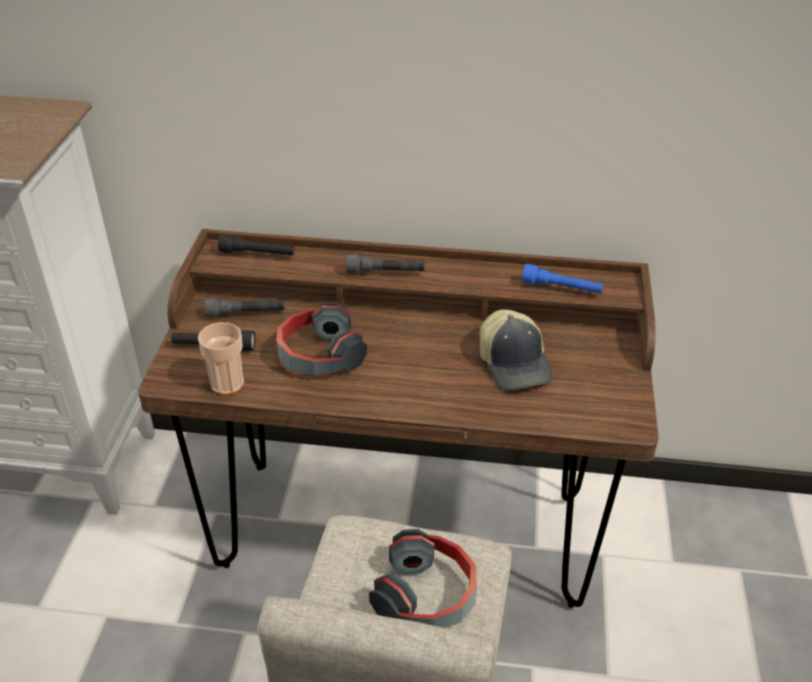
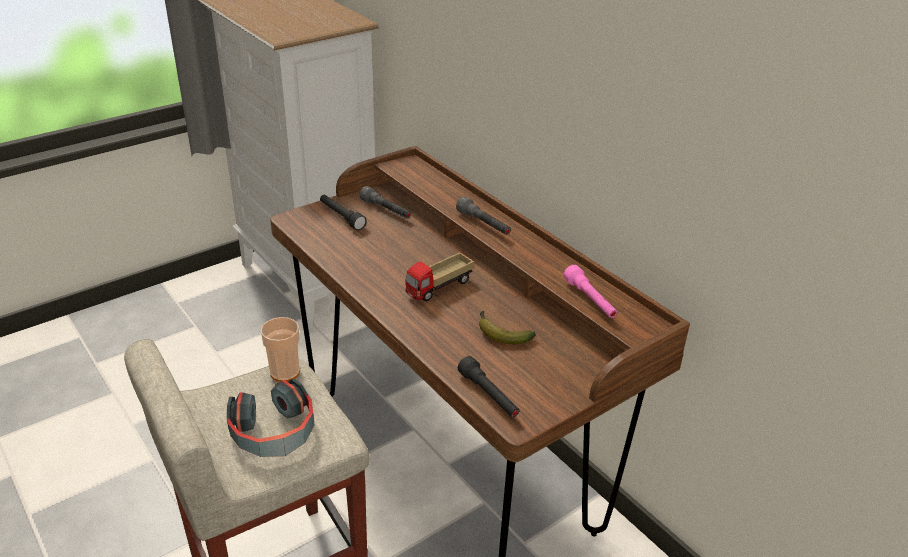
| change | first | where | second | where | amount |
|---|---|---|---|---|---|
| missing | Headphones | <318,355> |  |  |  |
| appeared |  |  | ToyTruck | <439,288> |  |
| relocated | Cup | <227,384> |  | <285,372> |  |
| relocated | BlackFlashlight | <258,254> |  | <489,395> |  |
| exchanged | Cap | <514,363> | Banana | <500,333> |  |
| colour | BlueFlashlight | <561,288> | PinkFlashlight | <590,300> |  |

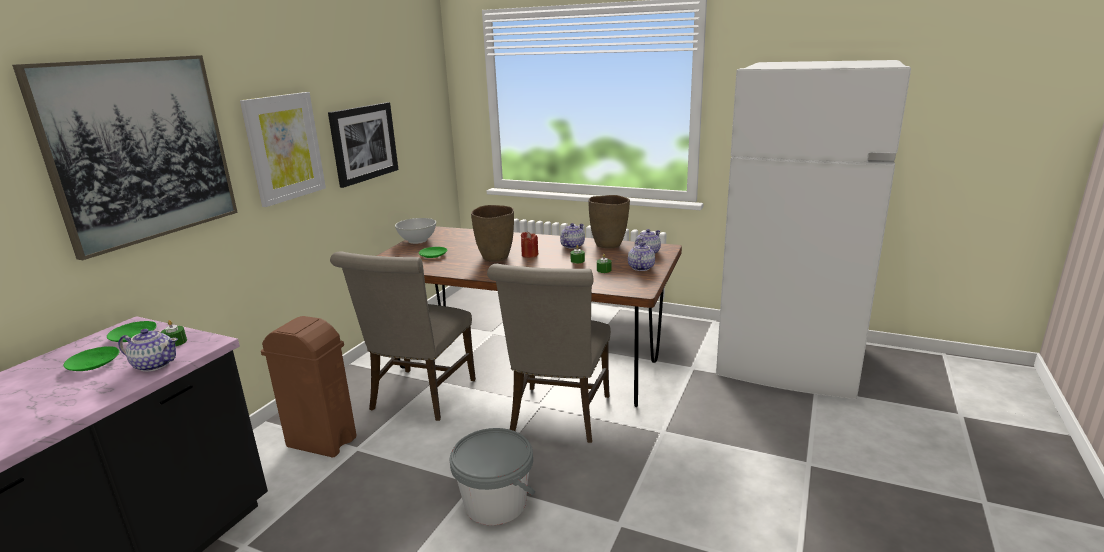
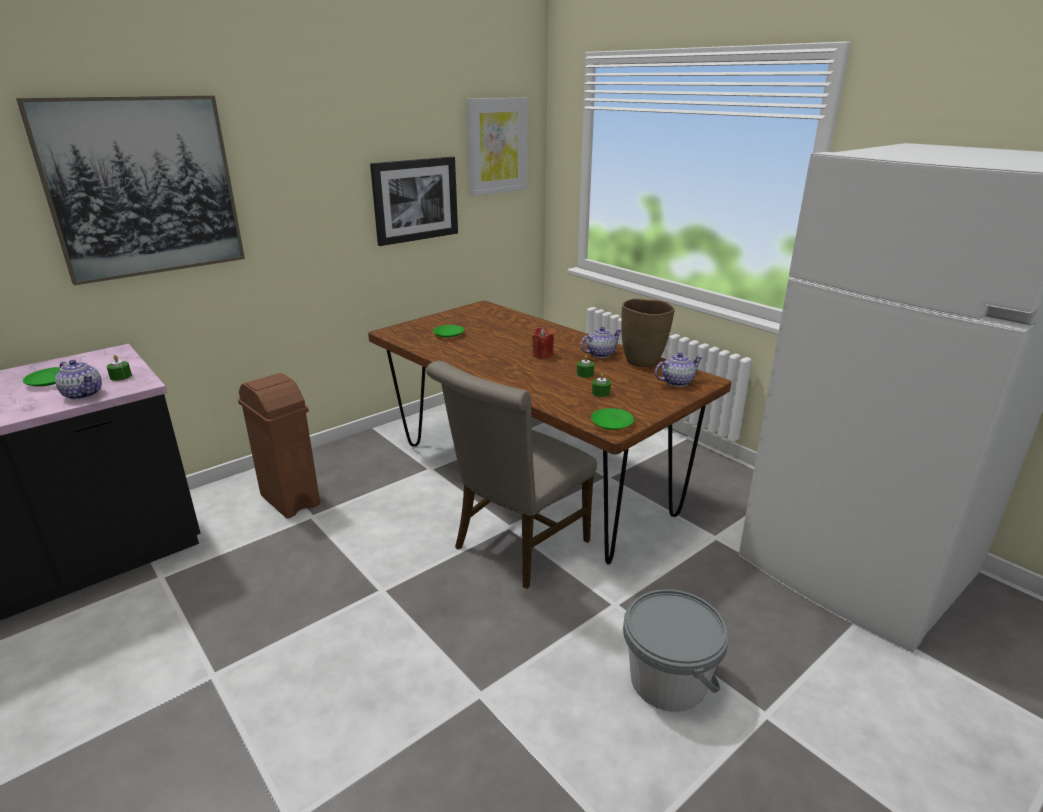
| change | first | where | second | where | amount |
|---|---|---|---|---|---|
| missing | BeigeChair | <420,397> |  |  |  |
| missing | WhiteBowl | <417,240> |  |  |  |
| missing | BrownVase | <496,258> |  |  |  |
| missing | Teapot | <640,268> |  |  |  |
| relocated | GreenPlate | <134,336> |  | <612,424> |  |
| relocated | Picture | <284,147> |  | <497,146> |  |
| relocated | GreyBucket | <495,503> |  | <668,680> |  |

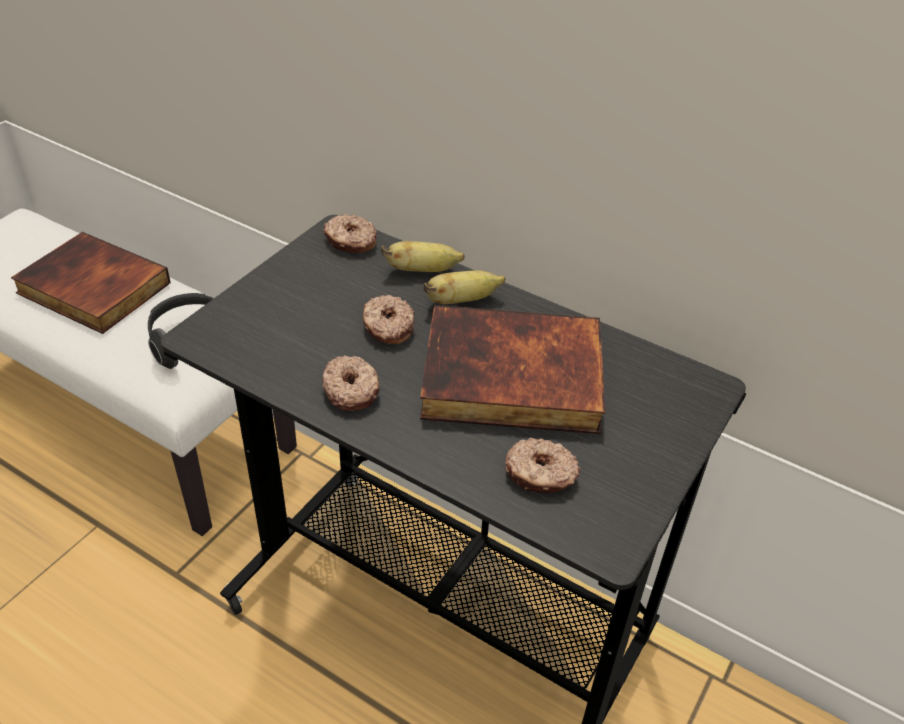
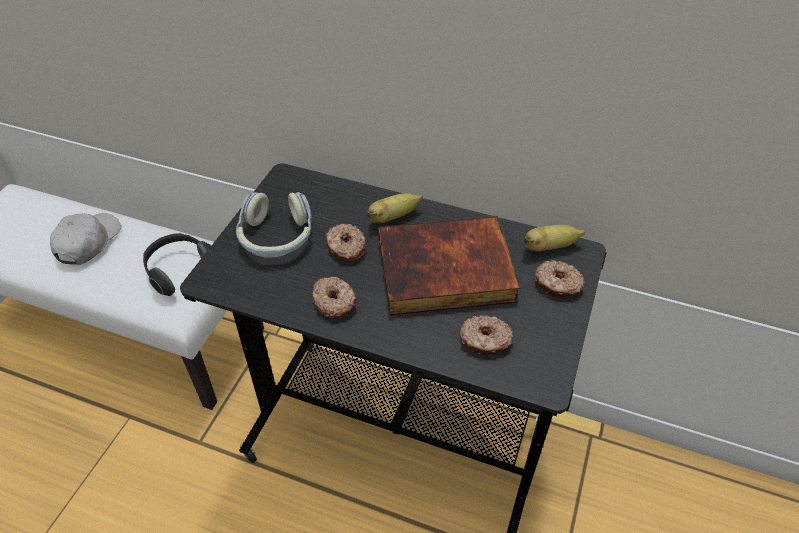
| change | first | where | second | where | amount |
|---|---|---|---|---|---|
| appeared |  |  | Headphones | <276,237> |  |
| relocated | Donut | <350,241> |  | <557,284> |  |
| relocated | Banana | <423,270> |  | <549,247> |  |
| exchanged | Book | <91,289> | WhiteCap | <88,242> |  |

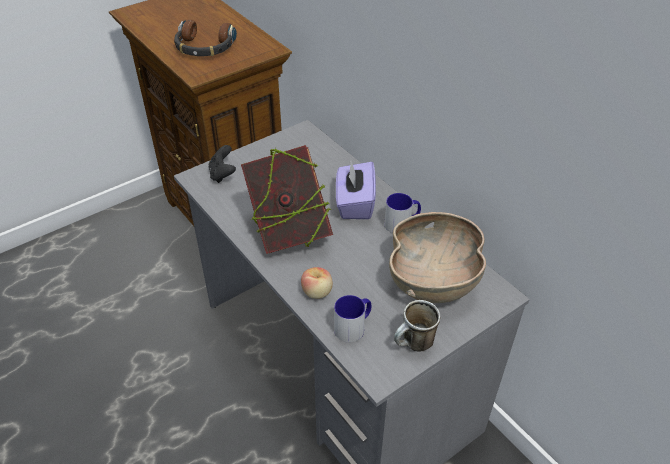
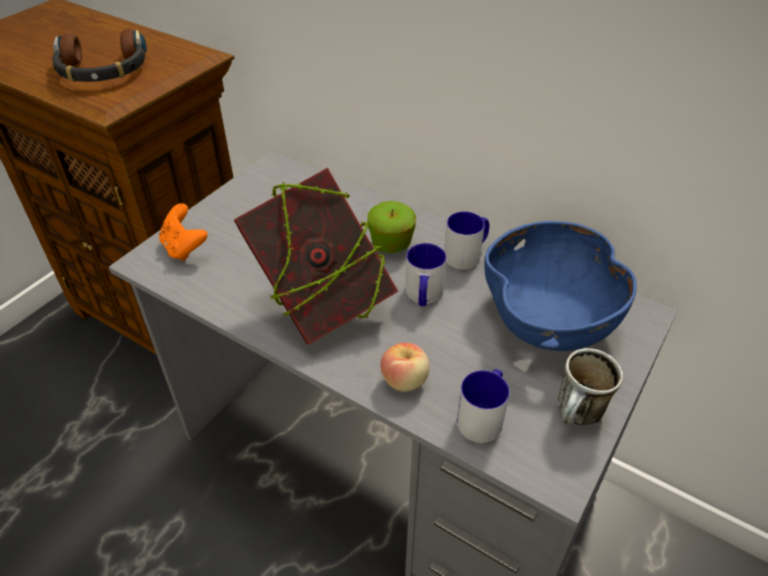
| change | first | where | second | where | amount |
|---|---|---|---|---|---|
| appeared |  |  | Mug | <423,296> |  |
| exchanged | PurpleTissueBox | <354,204> | Apple | <391,244> |  |
| colour | BlackGameController | <222,174> | OrangeGameController | <184,248> |  |
| colour | BrownBowl | <433,280> | BlueBowl | <549,317> |  |

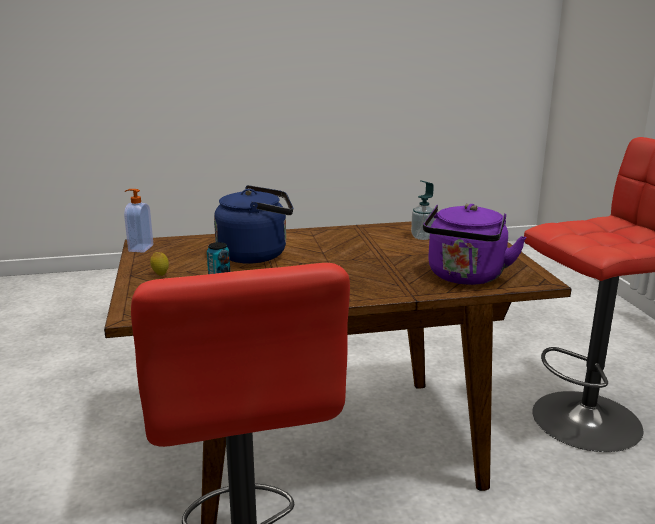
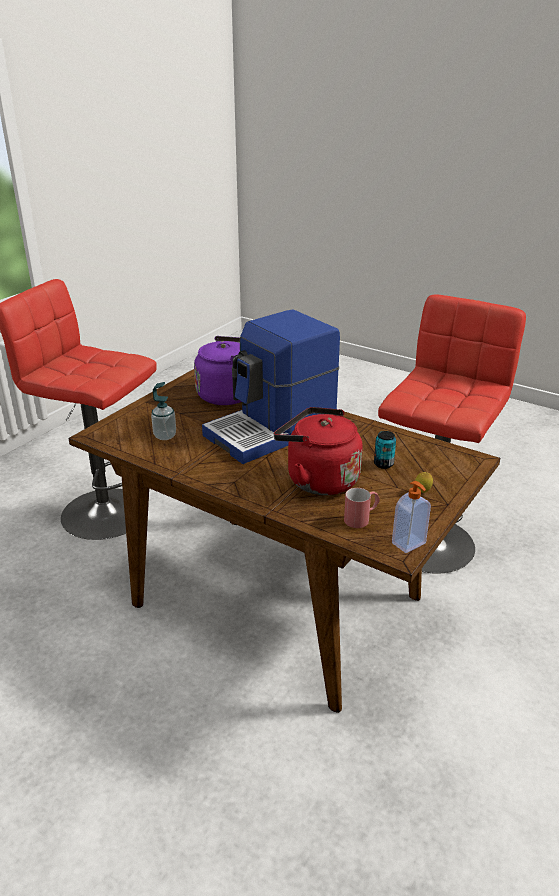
| change | first | where | second | where | amount |
|---|---|---|---|---|---|
| appeared |  |  | CoffeeMachine | <272,431> |  |
| appeared |  |  | RedMug | <361,518> |  |
| colour | BlueKettle | <257,254> | RedKettle | <318,479> |  |

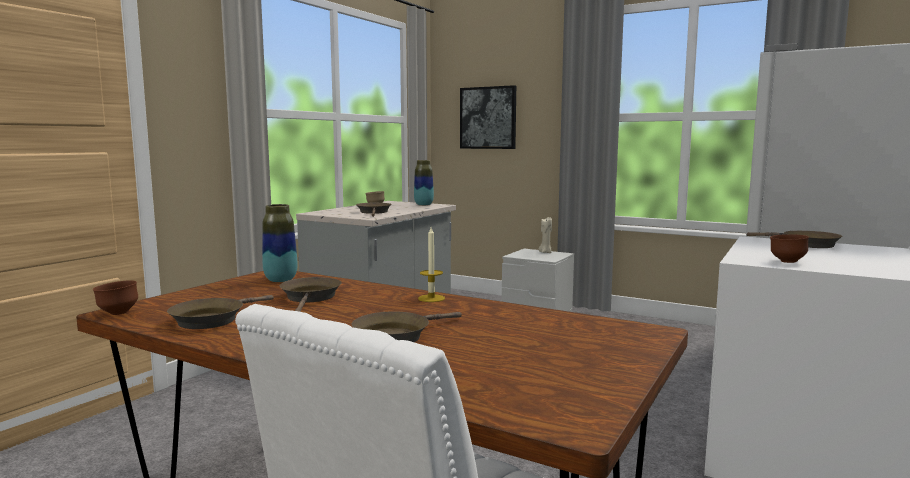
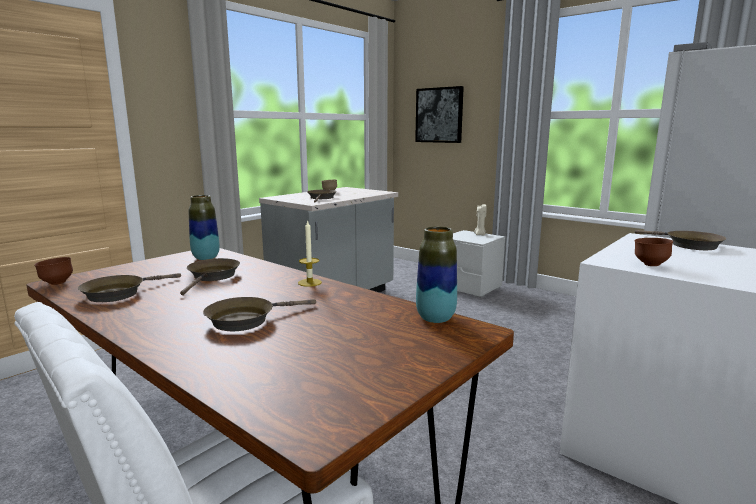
| change | first | where | second | where | amount |
|---|---|---|---|---|---|
| relocated | Vase | <423,205> |  | <435,318> |  |

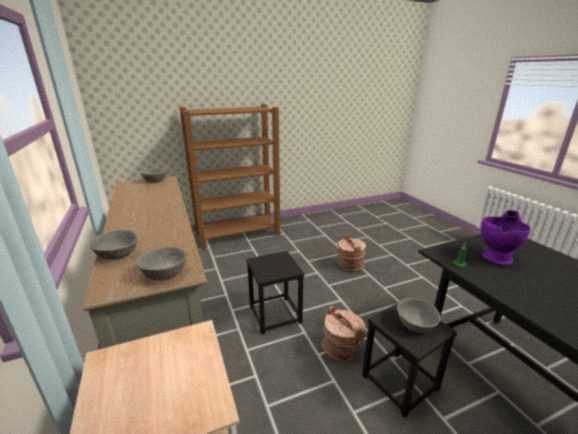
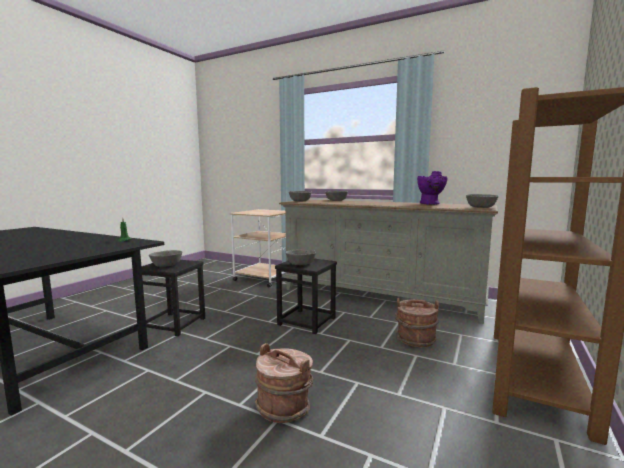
| change | first | where | second | where | amount |
|---|---|---|---|---|---|
| appeared |  |  | GreyBowl | <300,264> |  |
| relocated | BrownBucket | <341,349> |  | <415,340> |  |
| relocated | PurpleVase | <496,256> |  | <431,204> |  |

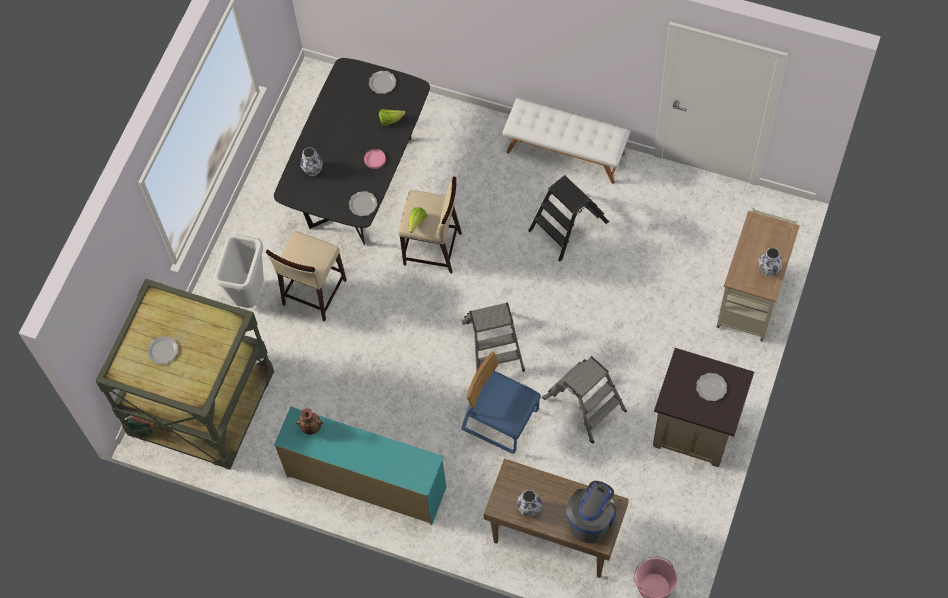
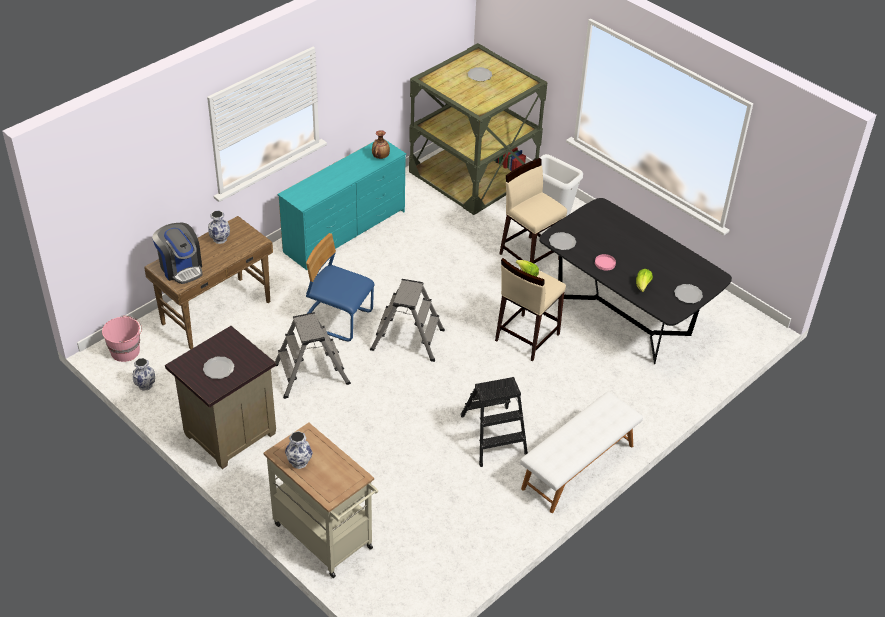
| change | first | where | second | where | amount |
|---|---|---|---|---|---|
| relocated | Vase | <313,170> |  | <145,385> |  |
| spun | BlueChair | <500,420> |  | <337,319> | 120 degrees counterclockwise |

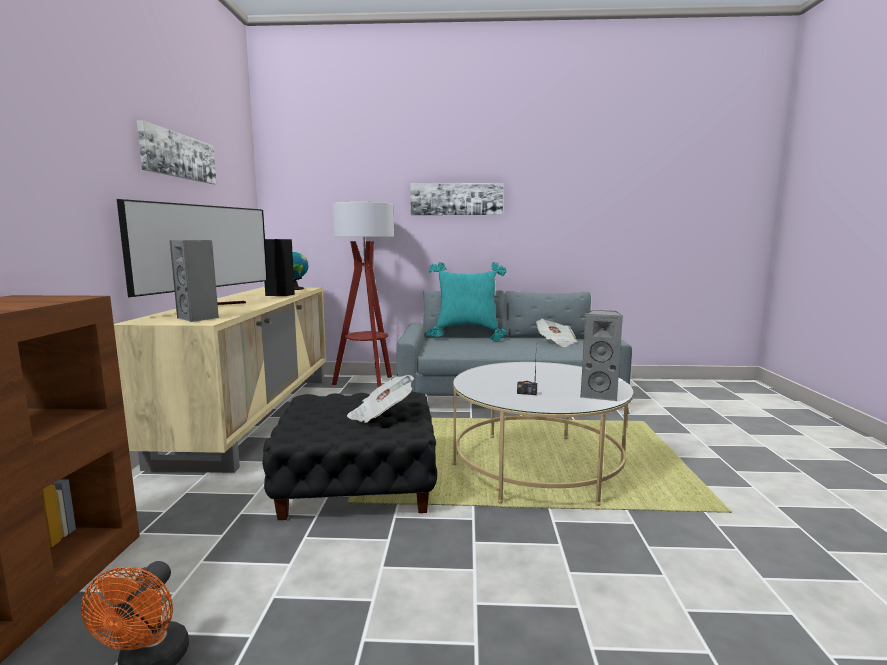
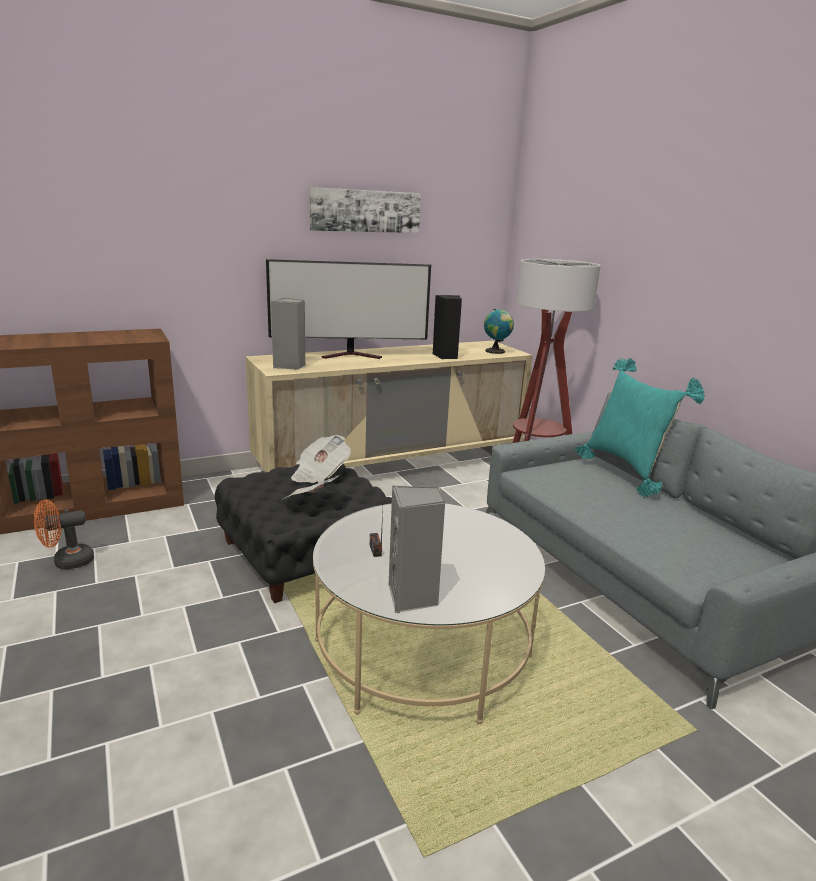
| change | first | where | second | where | amount |
|---|---|---|---|---|---|
| missing | Picture | <456,199> |  |  |  |
| relocated | Newspaper | <556,342> |  | <319,474> |  |

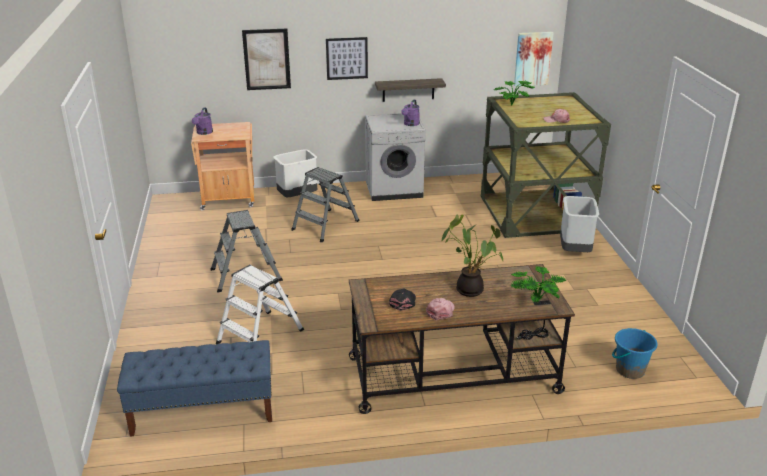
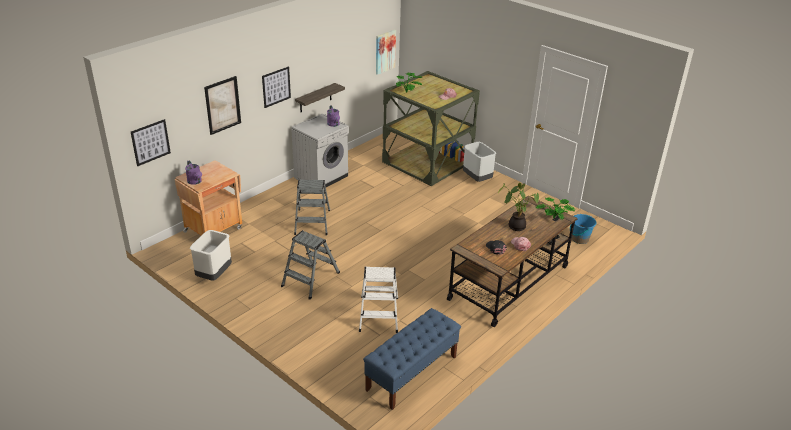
| change | first | where | second | where | amount |
|---|---|---|---|---|---|
| appeared |  |  | Picture | <150,142> |  |
| relocated | WhiteTrashCan | <297,197> |  | <214,274> |  |

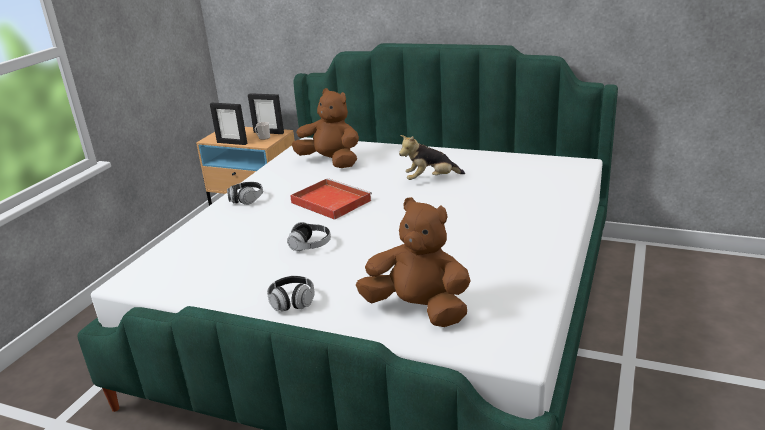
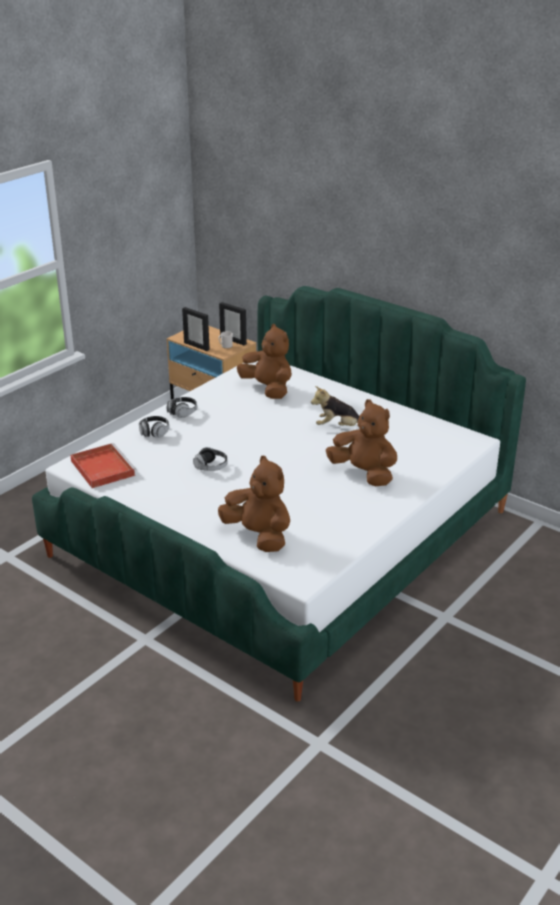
| change | first | where | second | where | amount |
|---|---|---|---|---|---|
| appeared |  |  | BrownPlushToy | <364,473> |  |
| relocated | Headphones | <292,302> |  | <154,432> |  |
| relocated | RedTray | <329,201> |  | <102,467> |  |

